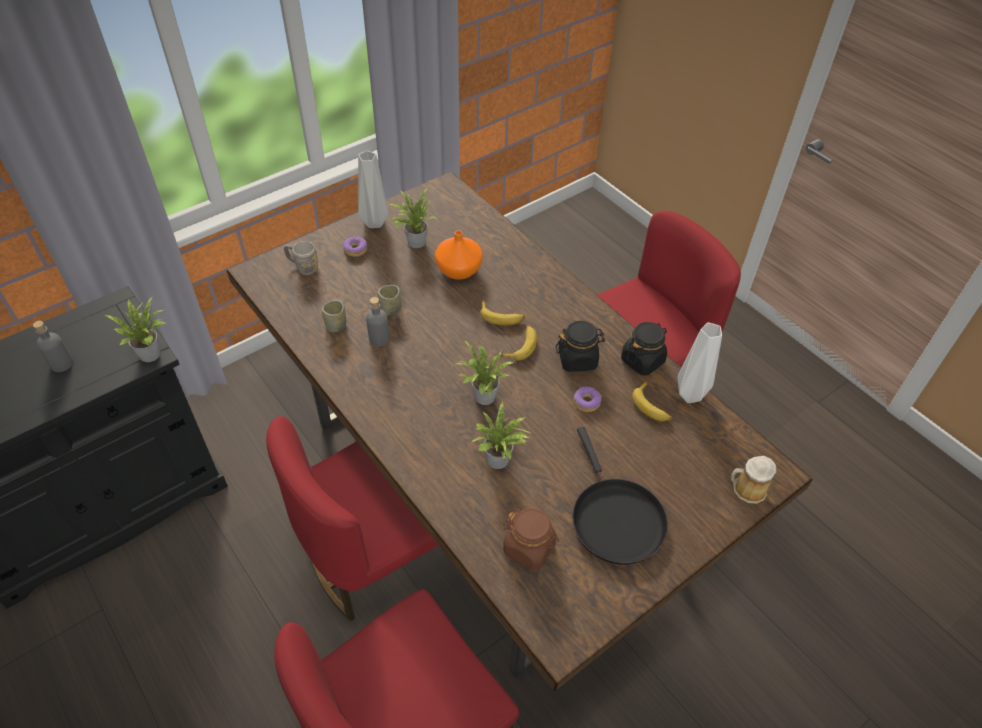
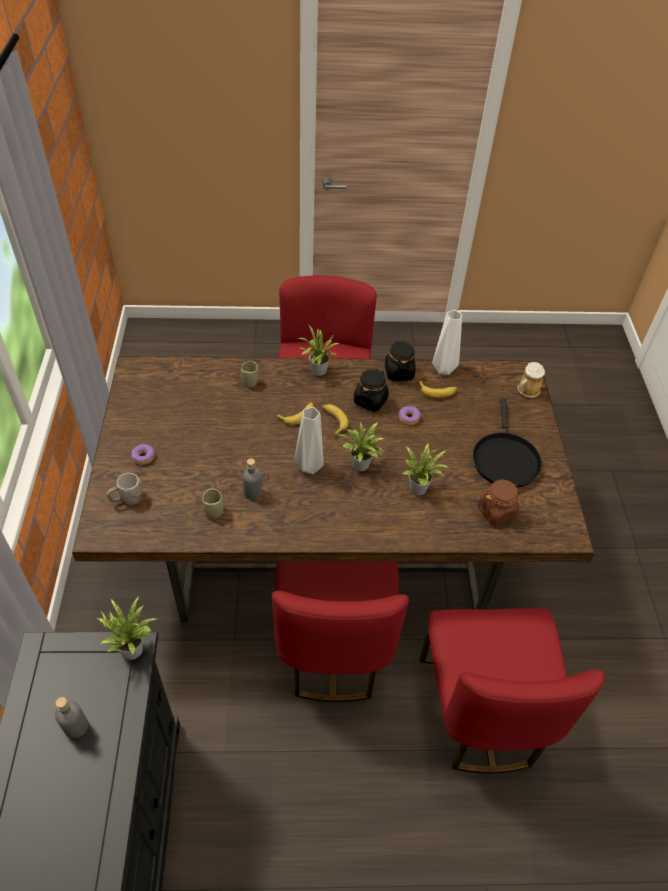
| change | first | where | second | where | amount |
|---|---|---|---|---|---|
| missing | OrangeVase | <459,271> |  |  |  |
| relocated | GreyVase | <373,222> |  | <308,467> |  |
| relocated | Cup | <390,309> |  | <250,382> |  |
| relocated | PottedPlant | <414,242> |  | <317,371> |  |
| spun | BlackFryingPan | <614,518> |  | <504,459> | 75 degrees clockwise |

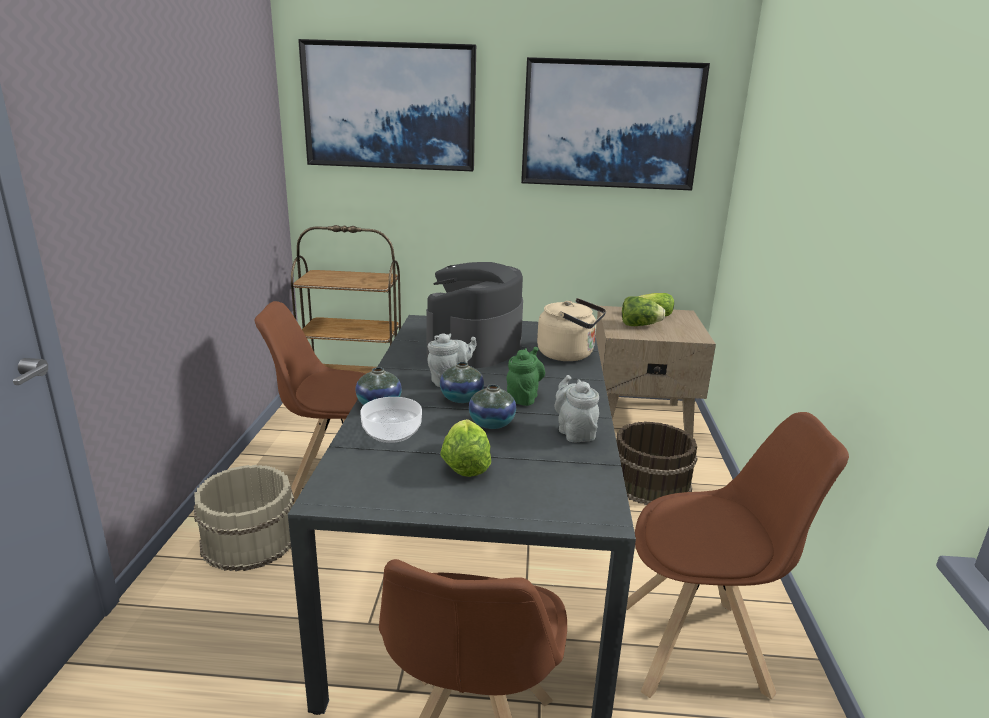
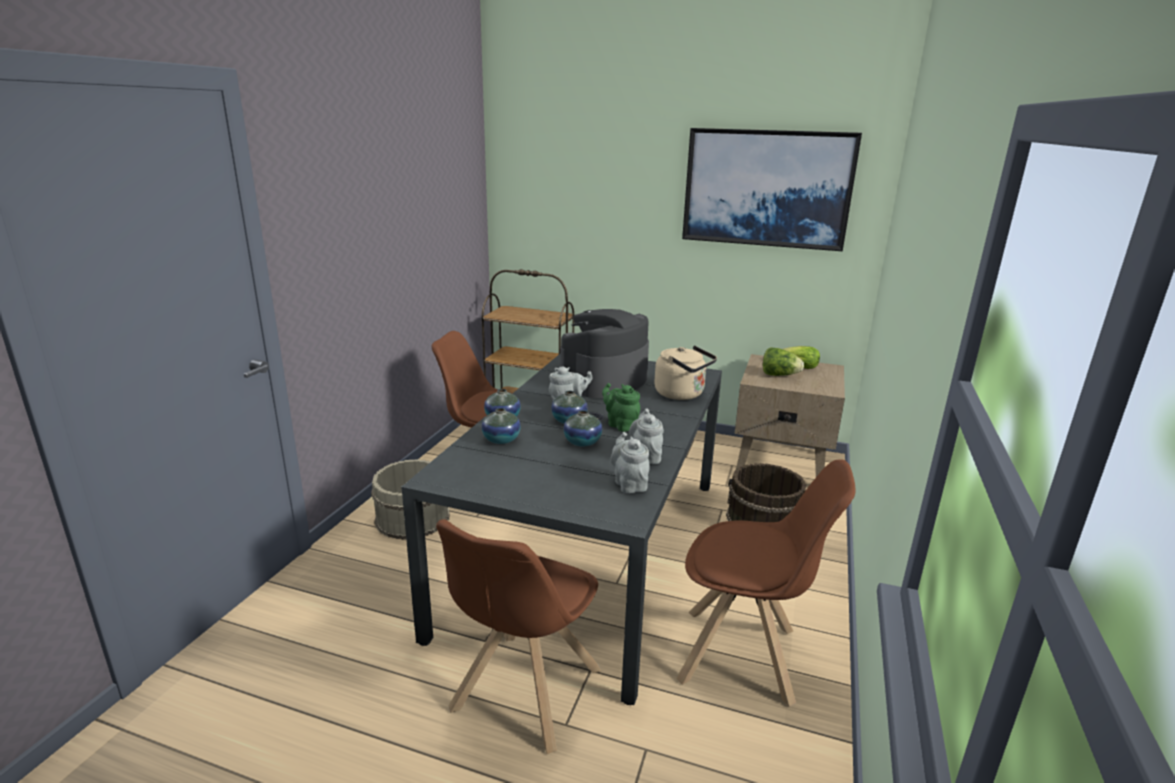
| change | first | where | second | where | amount |
|---|---|---|---|---|---|
| missing | Picture | <390,106> |  |  |  |
| missing | Lettuce | <465,464> |  |  |  |
| appeared |  |  | GreyTeapot | <629,484> |  |
| exchanged | Bowl | <391,432> | Vase | <501,440> |  |
| spun | GreenTeapot | <523,397> |  | <620,425> | 75 degrees counterclockwise |

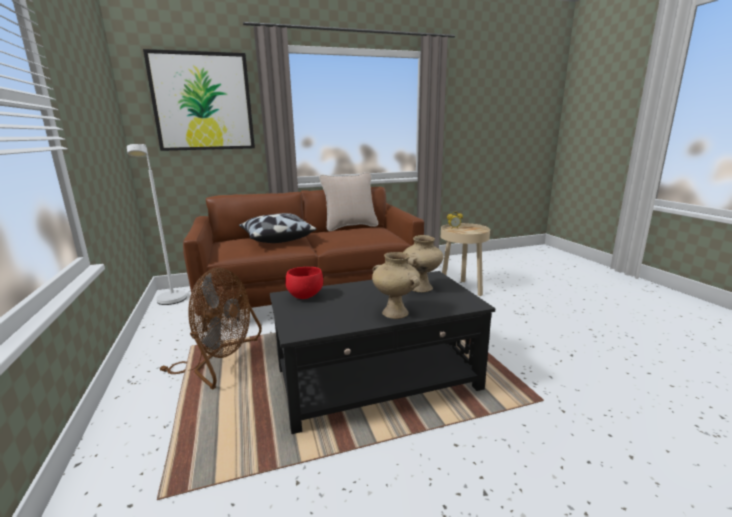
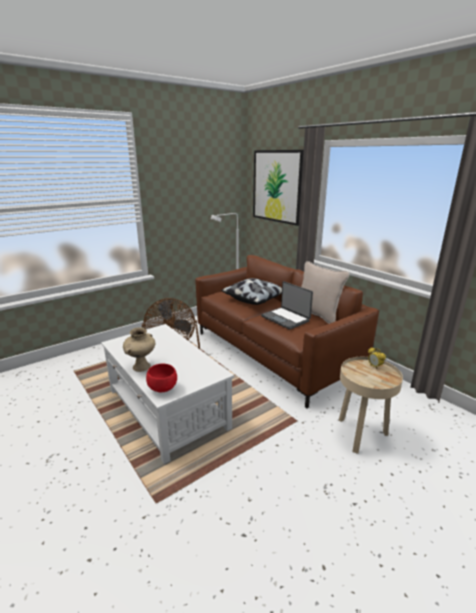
| change | first | where | second | where | amount |
|---|---|---|---|---|---|
| missing | BeigeVase | <421,288> |  |  |  |
| appeared |  |  | Laptop | <286,318> |  |
| relocated | RedBowl | <305,296> |  | <163,388> |  |
| colour | BlackCoffeeTable | <377,379> | WhiteCoffeeTable | <167,409> |  |

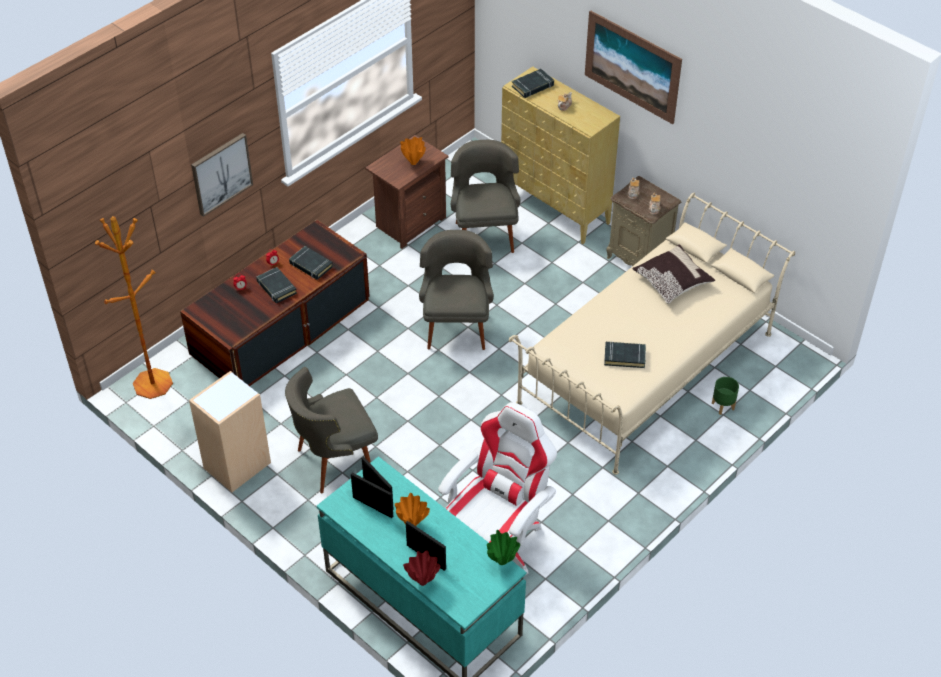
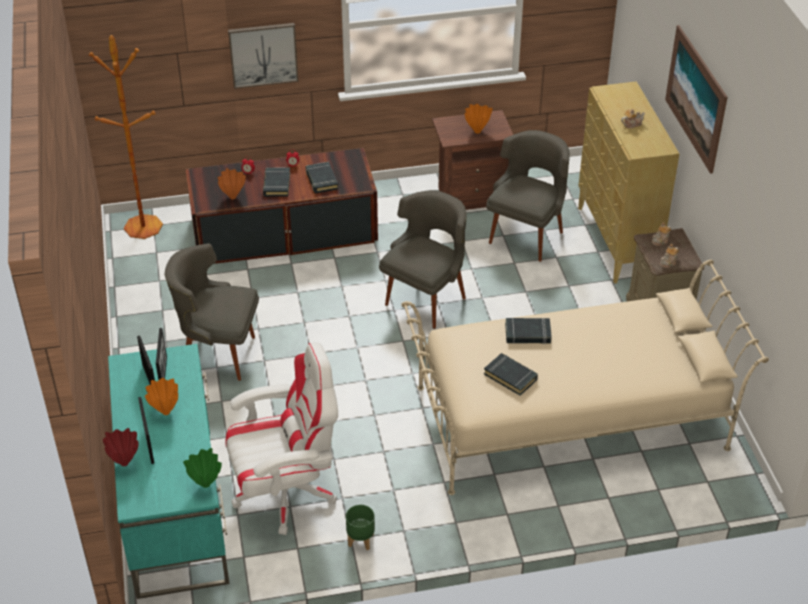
| change | first | where | second | where | amount |
|---|---|---|---|---|---|
| missing | Bookcase | <236,465> |  |  |  |
| missing | Pillow | <672,282> |  |  |  |
| appeared |  |  | OrangeVase | <233,197> |  |
| relocated | BlackBook | <533,86> |  | <528,334> |  |
| relocated | GreenPlanter | <723,406> |  | <360,540> |  |

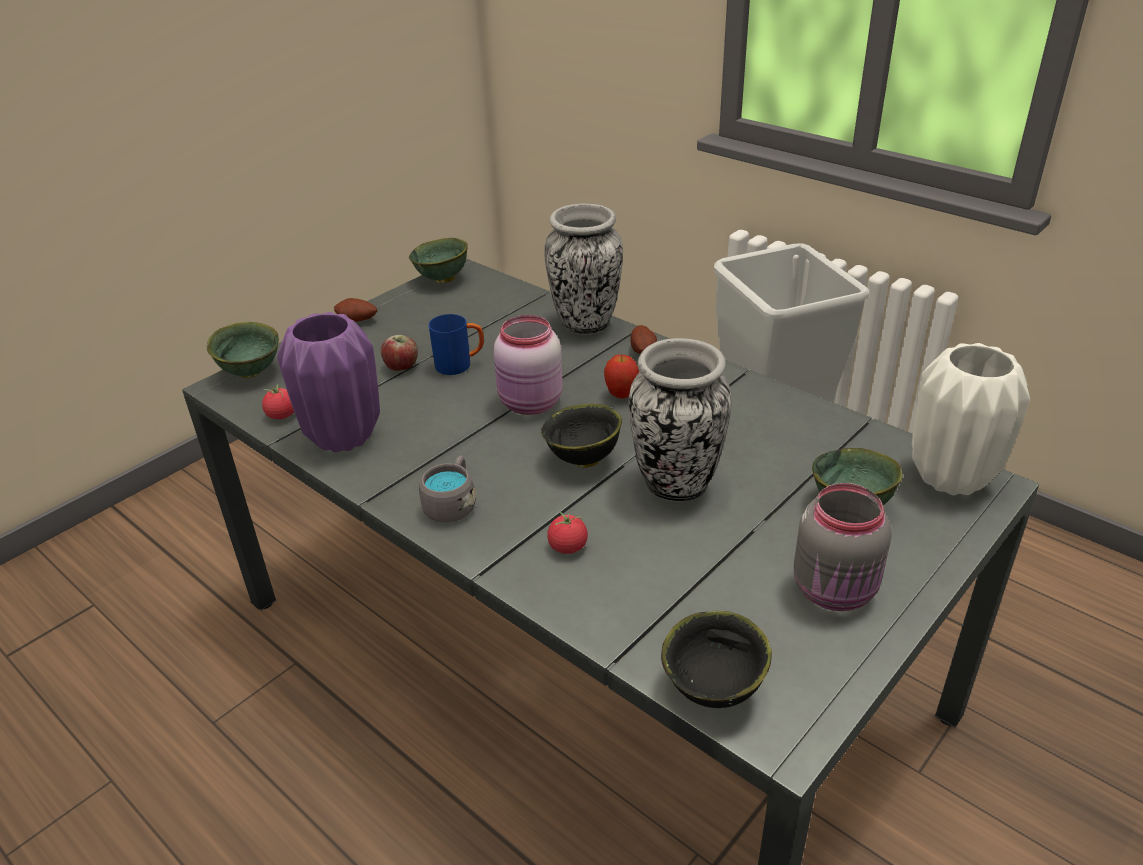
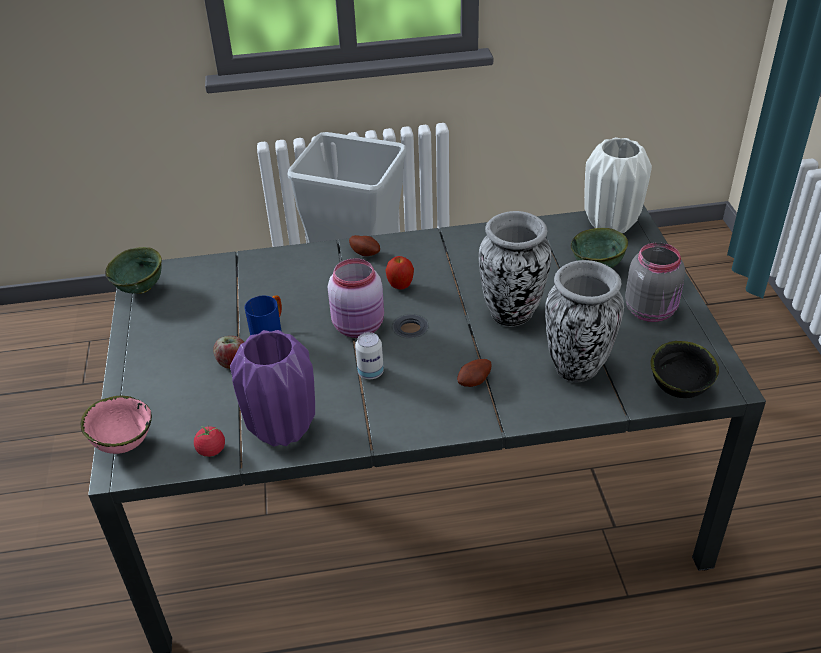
| change | first | where | second | where | amount |
|---|---|---|---|---|---|
| missing | GreyMug | <452,504> |  |  |  |
| missing | BlackBowl | <583,460> |  |  |  |
| missing | Tomato | <568,547> |  |  |  |
| appeared |  |  | Can | <370,373> |  |
| relocated | Potato | <357,321> |  | <475,382> |  |
| relocated | Vase | <585,324> |  | <576,367> |  |
| colour | GreenBowl | <251,372> | PinkBowl | <123,443> |  |

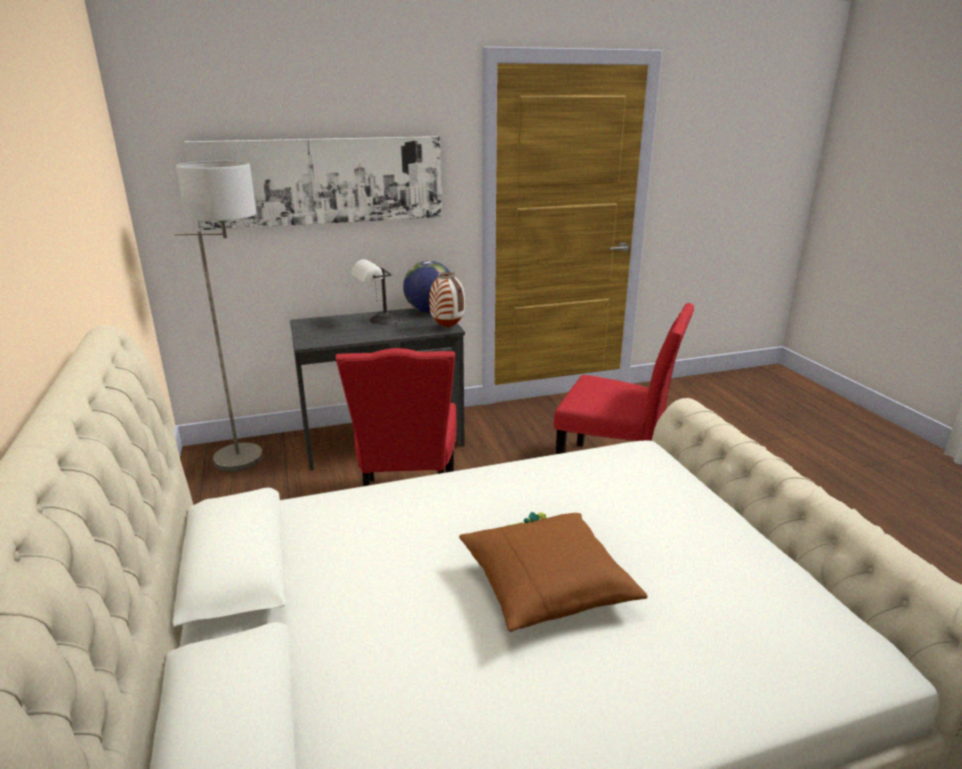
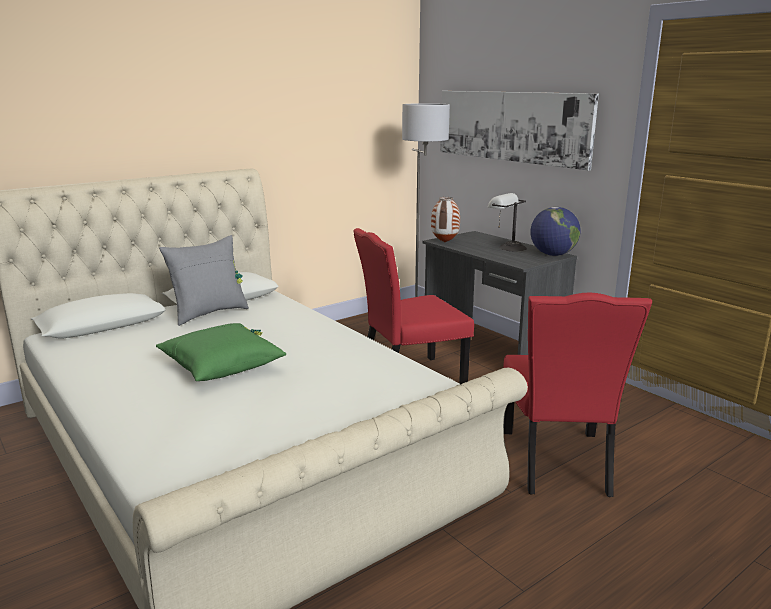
| change | first | where | second | where | amount |
|---|---|---|---|---|---|
| appeared |  |  | GreyPillow | <209,314> |  |
| relocated | Vase | <448,327> |  | <445,242> |  |
| colour | BrownPillow | <547,587> | GreenPillow | <222,367> |  |

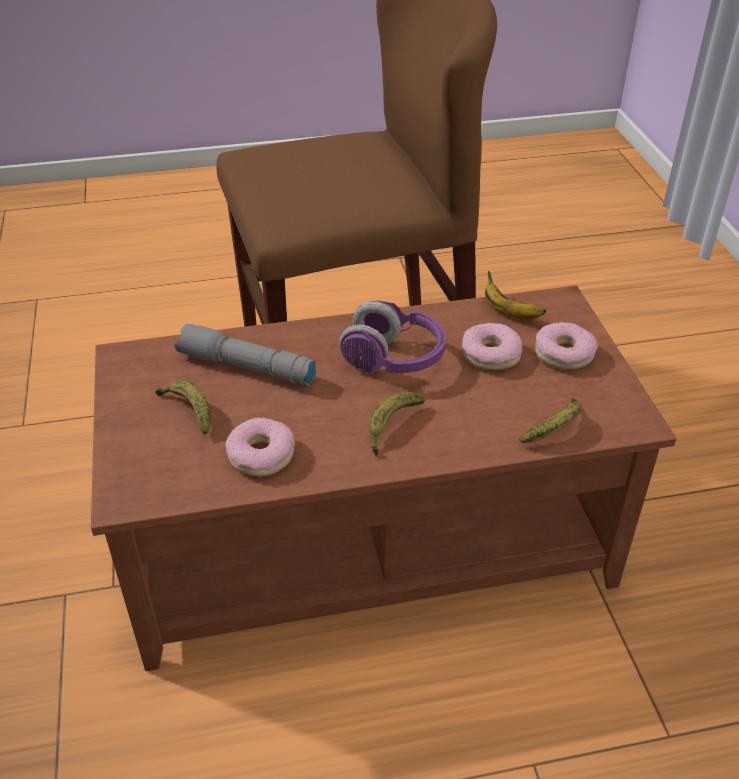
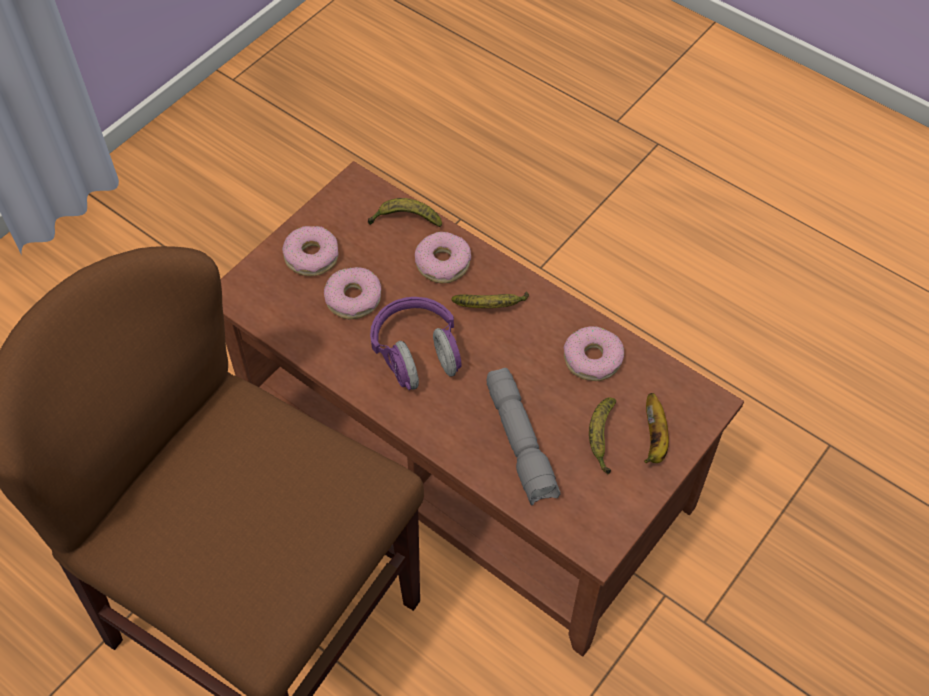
| change | first | where | second | where | amount |
|---|---|---|---|---|---|
| appeared |  |  | Donut | <443,263> |  |
| relocated | Banana | <509,312> |  | <654,439> |  |

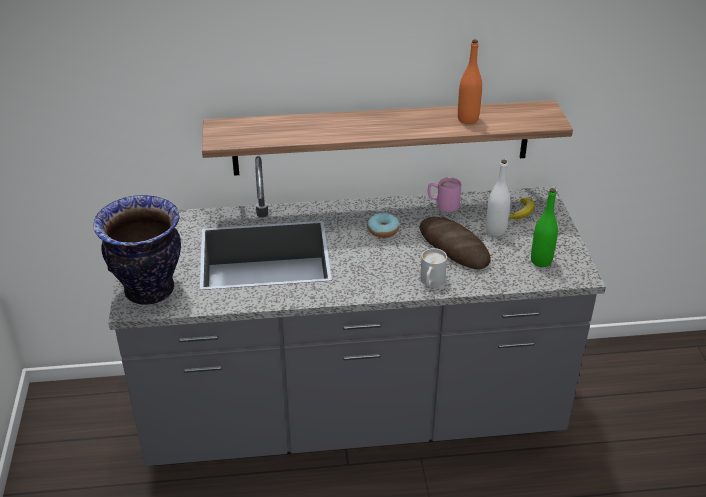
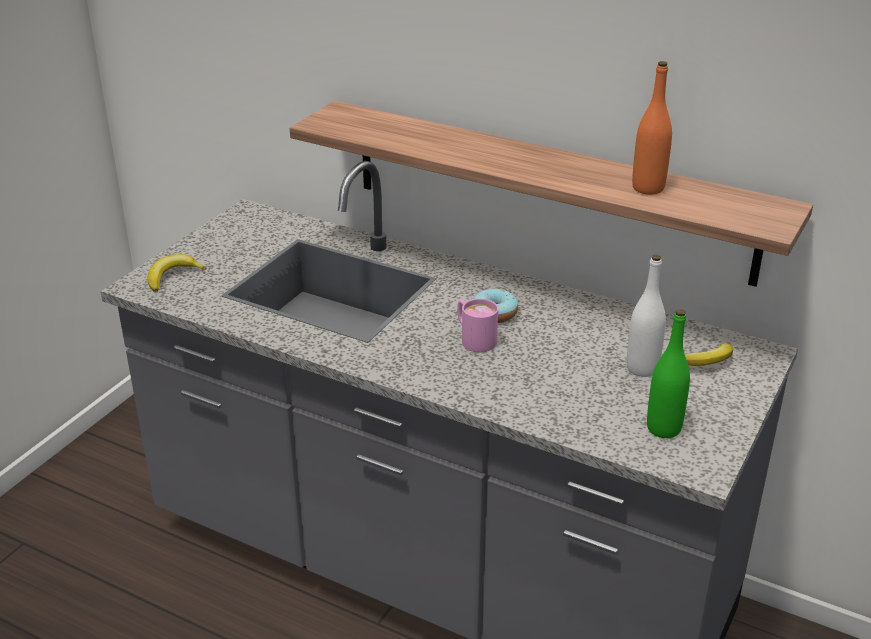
| change | first | where | second | where | amount |
|---|---|---|---|---|---|
| missing | Bread | <453,247> |  |  |  |
| missing | WhiteMug | <431,282> |  |  |  |
| relocated | PinkMug | <443,204> |  | <474,339> |  |
| exchanged | Vase | <148,290> | Banana | <172,277> |  |

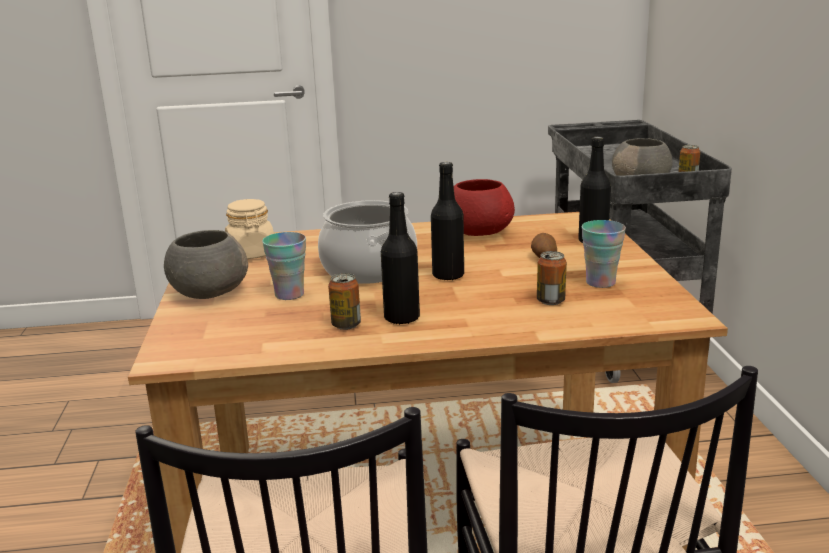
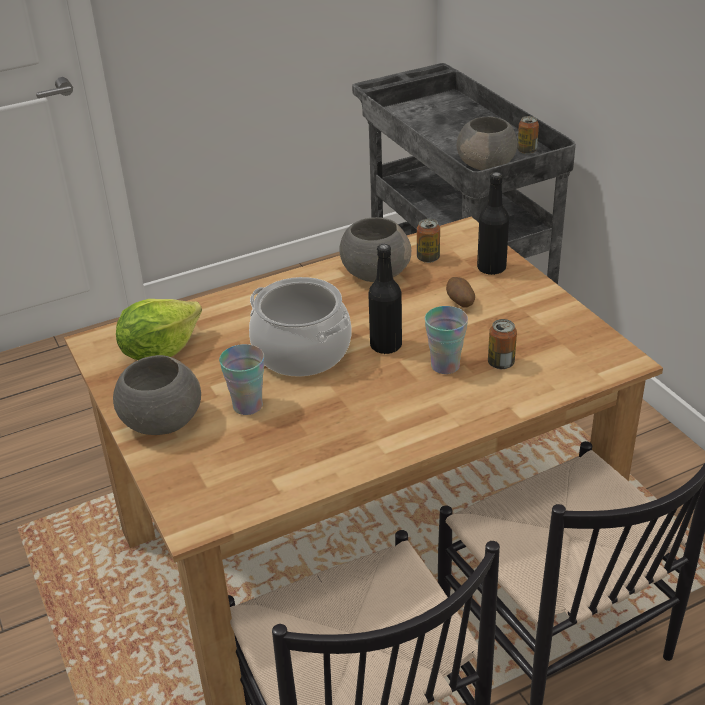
| change | first | where | second | where | amount |
|---|---|---|---|---|---|
| missing | BlackBottle | <402,318> |  |  |  |
| relocated | Can | <346,325> |  | <428,258> |  |
| relocated | Cup | <600,282> |  | <445,366> |  |
| exchanged | BeigeJar | <251,254> | Lettuce | <159,351> |  |
| colour | RedBowl | <479,232> | GreyBowl | <374,273> |  |

